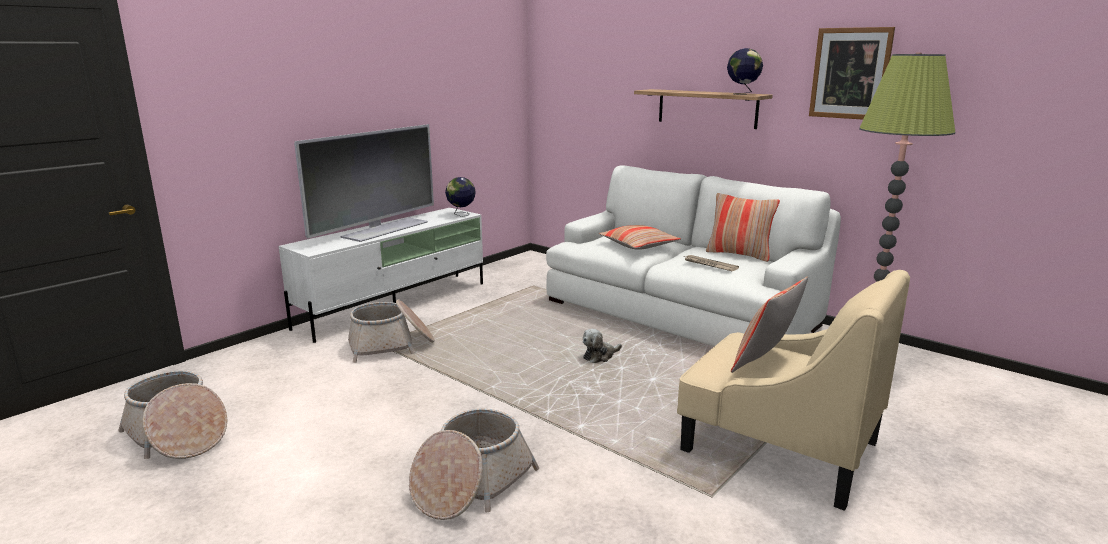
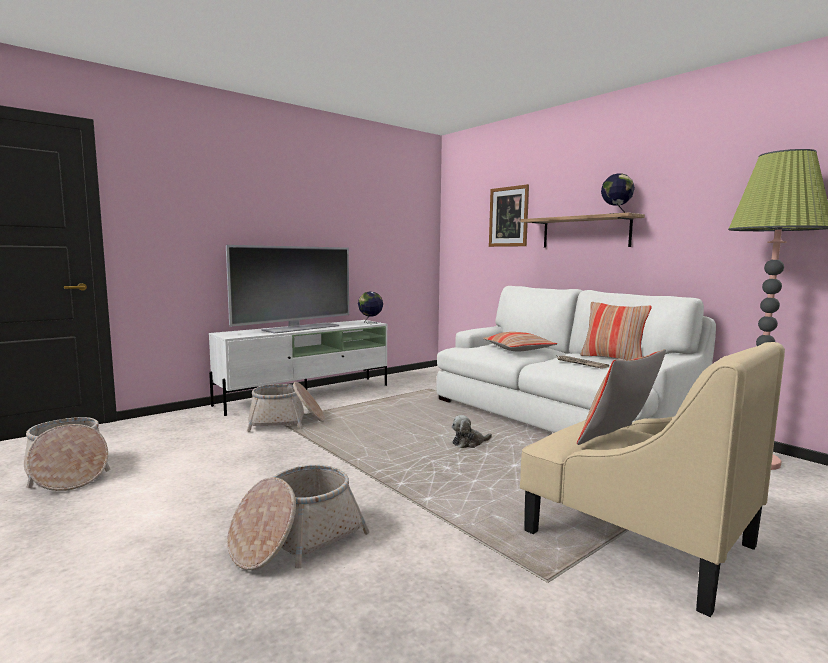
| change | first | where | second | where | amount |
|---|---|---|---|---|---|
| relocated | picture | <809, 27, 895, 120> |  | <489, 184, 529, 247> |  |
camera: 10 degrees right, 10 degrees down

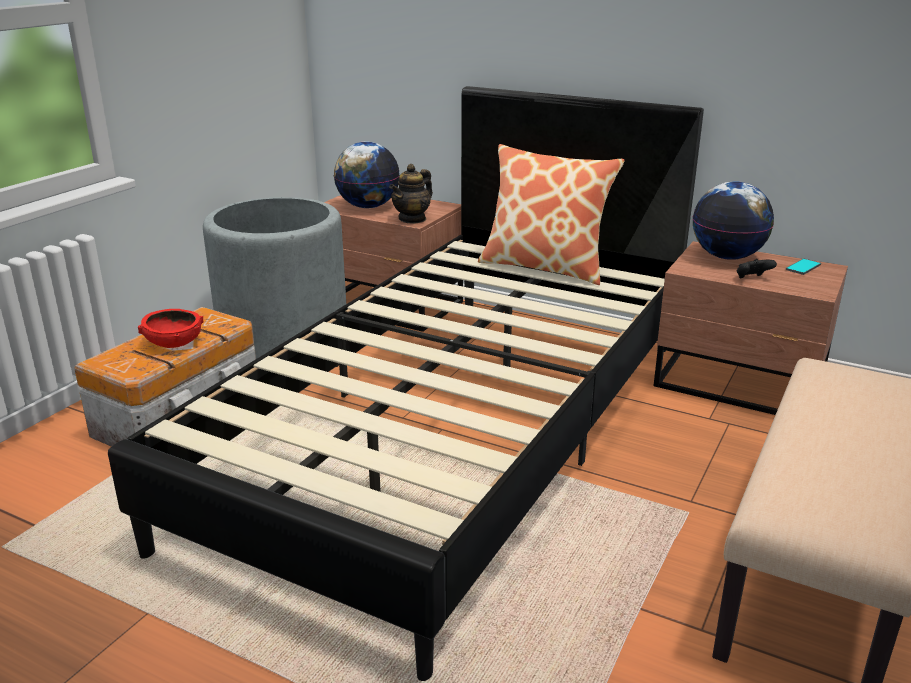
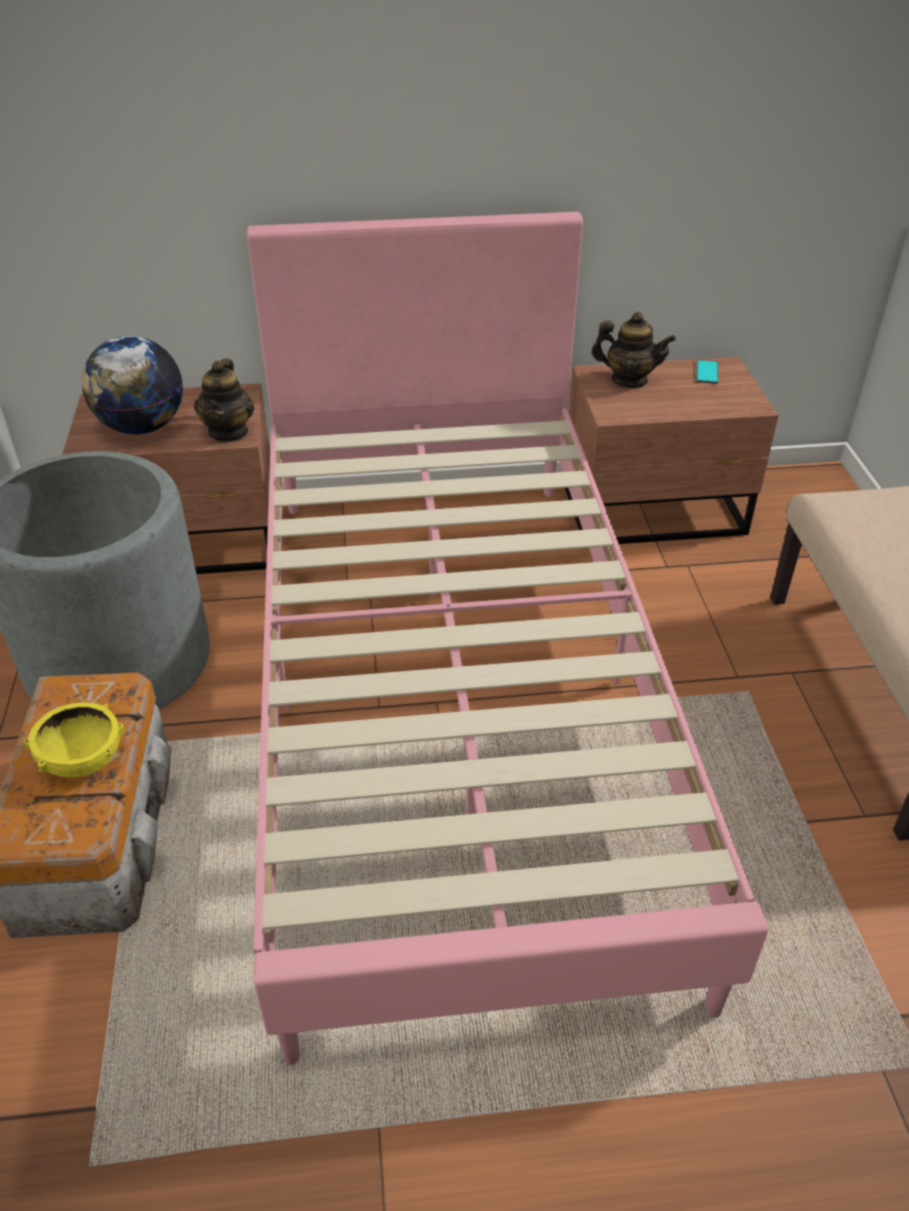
| change | first | where | second | where | amount |
|---|---|---|---|---|---|
| colour | bowl (red-coloured) | <138, 309, 203, 348> | bowl (yellow-coloured) | <24, 702, 125, 777> |  |
| colour | bed (black-coloured) | <108, 86, 704, 681> | bed (pink-coloured) | <247, 212, 768, 1065> |  |
| exchanged | globe | <693, 181, 774, 260> | teapot | <591, 312, 676, 388> |  |
| missing | cushion | <478, 144, 625, 285> |  |  |  |
| missing | joypad (black-coloured) | <737, 259, 777, 278> |  |  |  |
camera: 35 degrees left, 15 degrees up

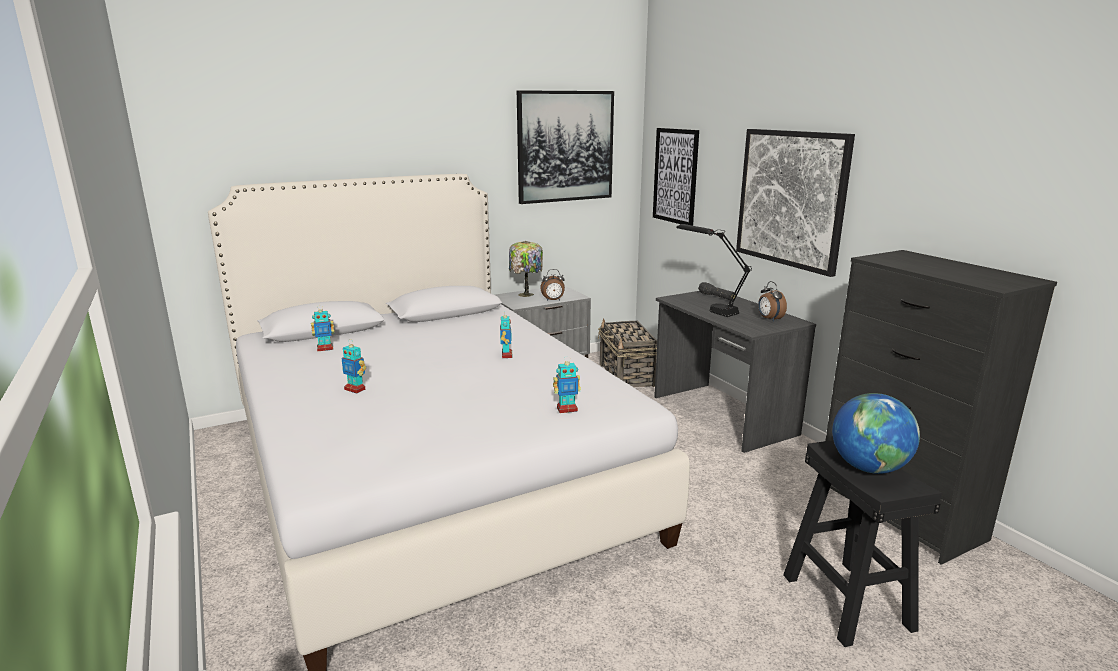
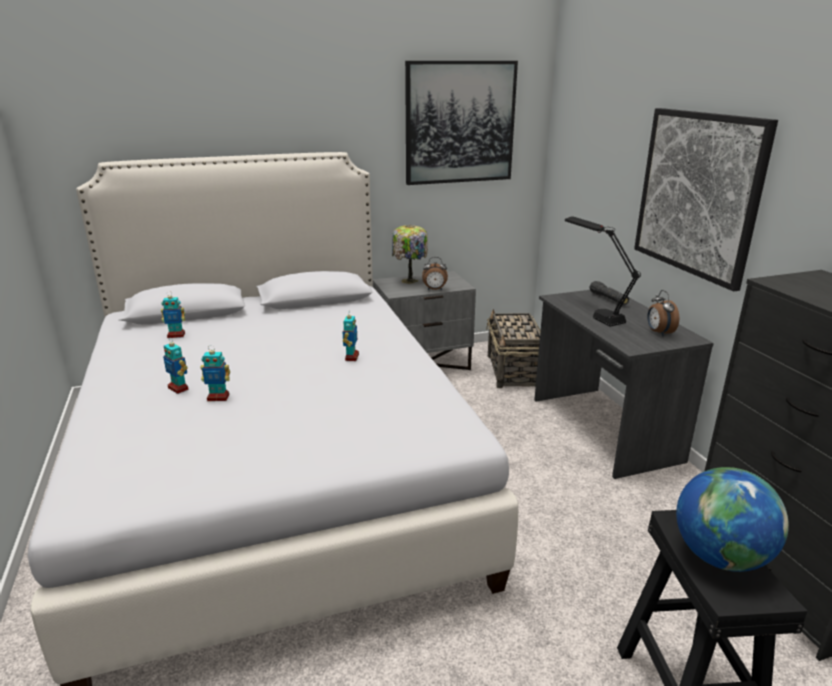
| change | first | where | second | where | amount |
|---|---|---|---|---|---|
| relocated | model robot | <553, 356, 581, 413> |  | <201, 345, 230, 401> |  |
| missing | picture | <653, 128, 699, 226> |  |  |  |
camera: 10 degrees right, 5 degrees up

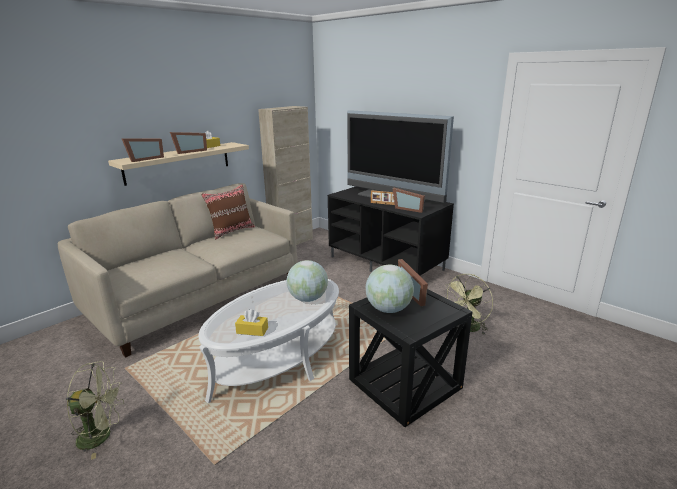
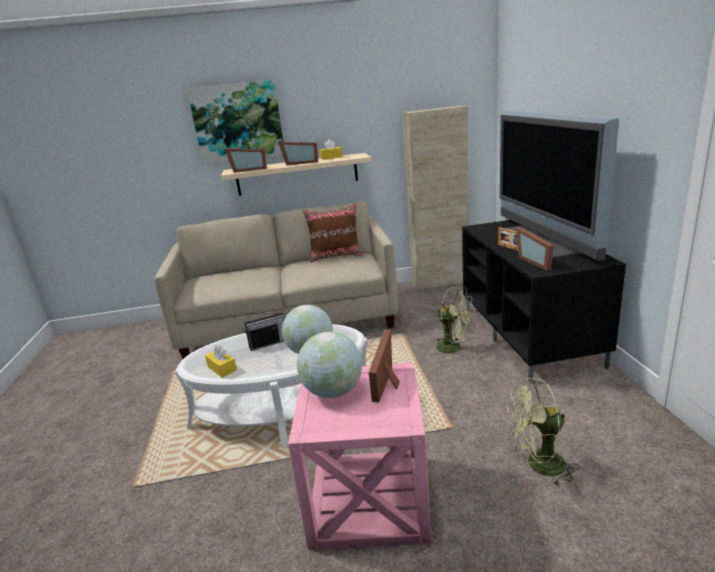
| change | first | where | second | where | amount |
|---|---|---|---|---|---|
| appeared |  |  | picture | <187, 79, 283, 164> |  |
| appeared |  |  | radio receiver | <242, 312, 287, 351> |  |
| colour | accent table (black-coloured) | <349, 289, 472, 427> | accent table (pink-coloured) | <288, 363, 431, 550> |  |
| relocated | electric fan (green) | <66, 361, 124, 460> |  | <433, 287, 476, 359> |  |
camera: 40 degrees right, 0 degrees up

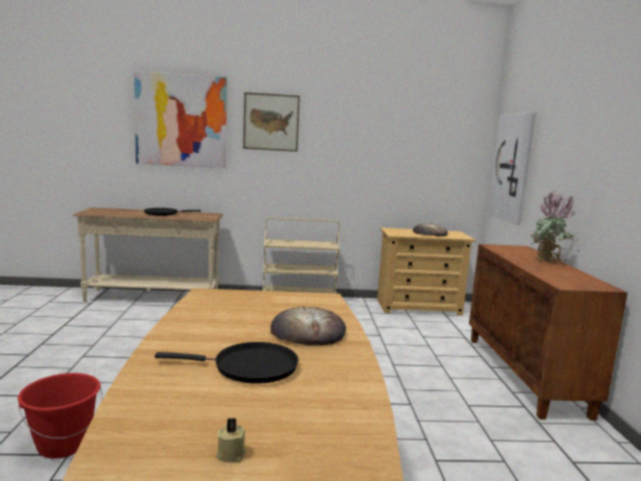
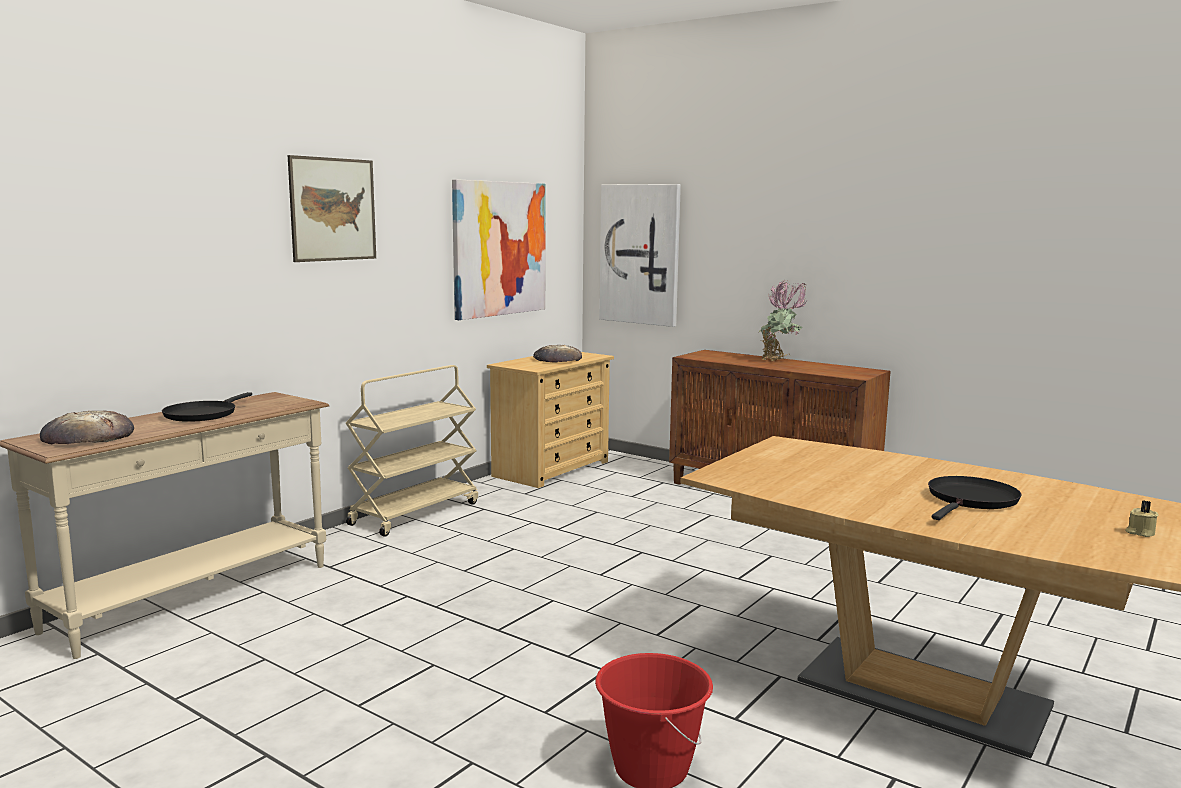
| change | first | where | second | where | amount |
|---|---|---|---|---|---|
| relocated | bakery bread | <270, 306, 346, 346> |  | <40, 411, 134, 444> |  |
| relocated | picture | <134, 71, 227, 168> |  | <452, 179, 546, 320> |  |
camera: 50 degrees left, 0 degrees up

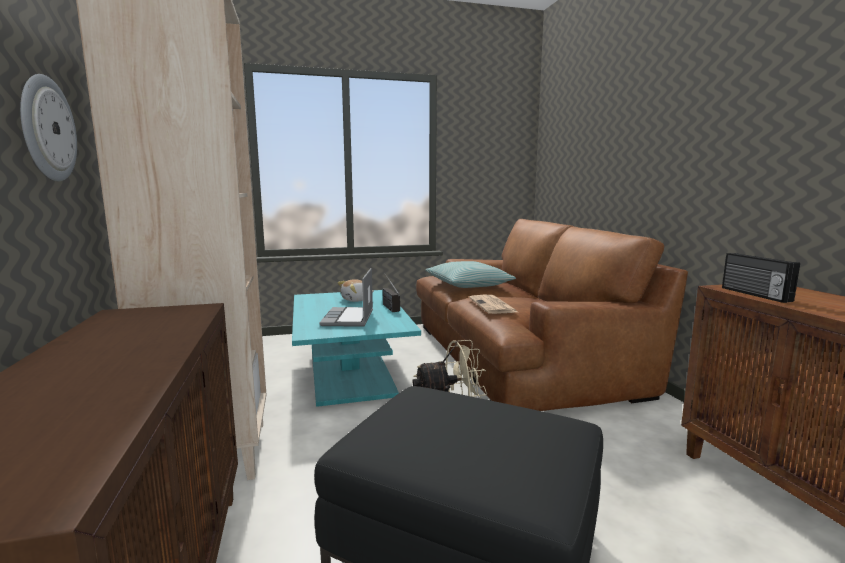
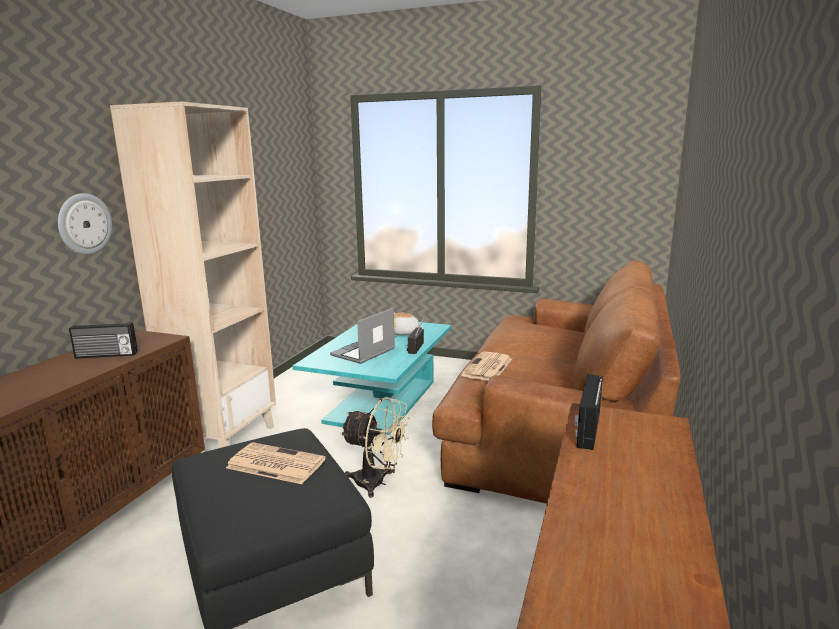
| change | first | where | second | where | amount |
|---|---|---|---|---|---|
| appeared |  |  | radio receiver | <69, 322, 138, 359> |  |
| appeared |  |  | daily paper | <226, 442, 326, 484> |  |
| missing | cushion | <425, 261, 516, 288> |  |  |  |
camera: 35 degrees right, 5 degrees up

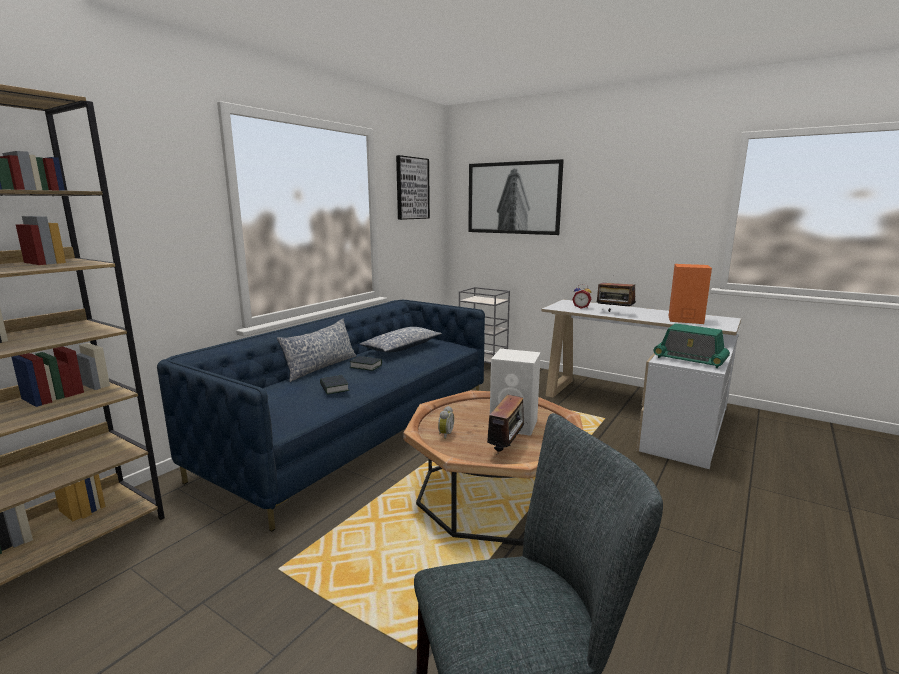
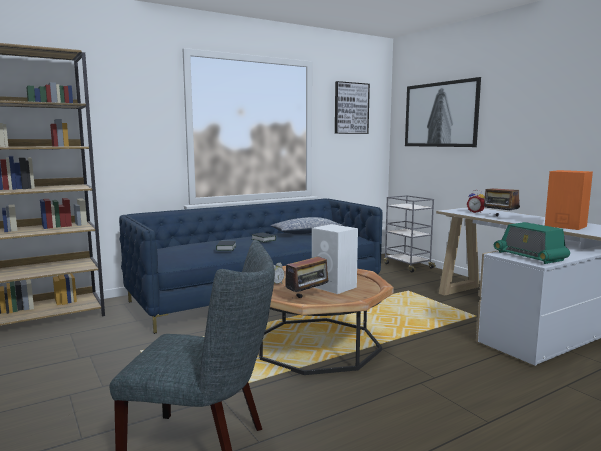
| change | first | where | second | where | amount |
|---|---|---|---|---|---|
| missing | cushion | <277, 318, 357, 382> |  |  |  |
camera: 25 degrees right, 5 degrees down

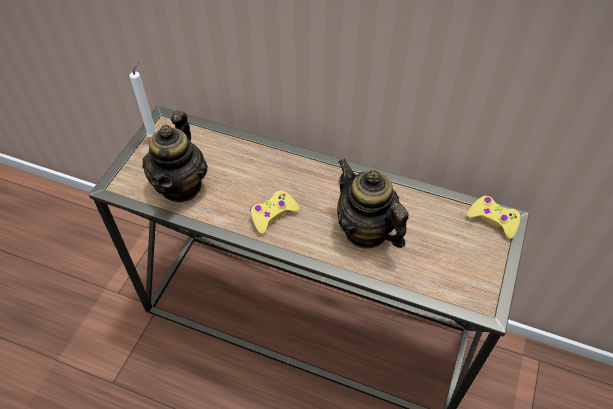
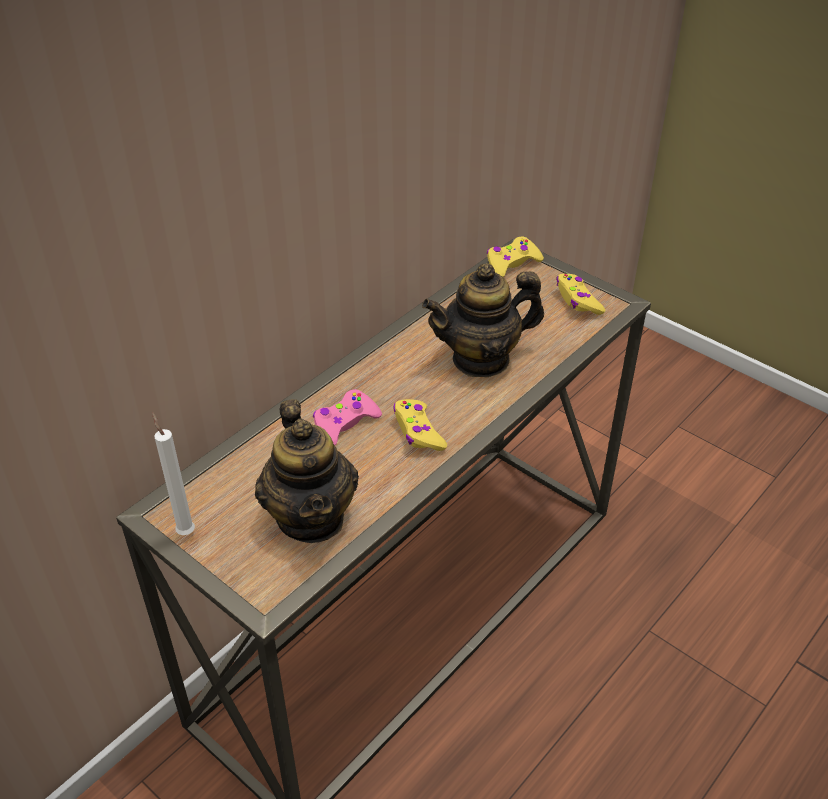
| change | first | where | second | where | amount |
|---|---|---|---|---|---|
| spun | teapot | <142, 111, 208, 202> |  | <255, 399, 359, 543> | 45 degrees clockwise |
| appeared |  |  | joypad (pink-coloured) | <313, 389, 382, 445> |  |
| appeared |  |  | joypad (yellow-coloured) | <556, 274, 605, 315> |  |
camera: 70 degrees left, 10 degrees down

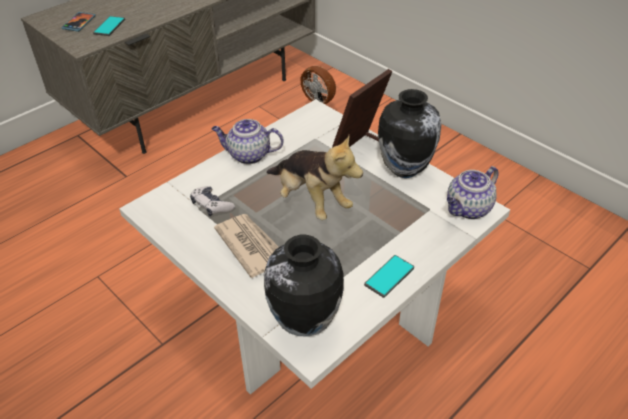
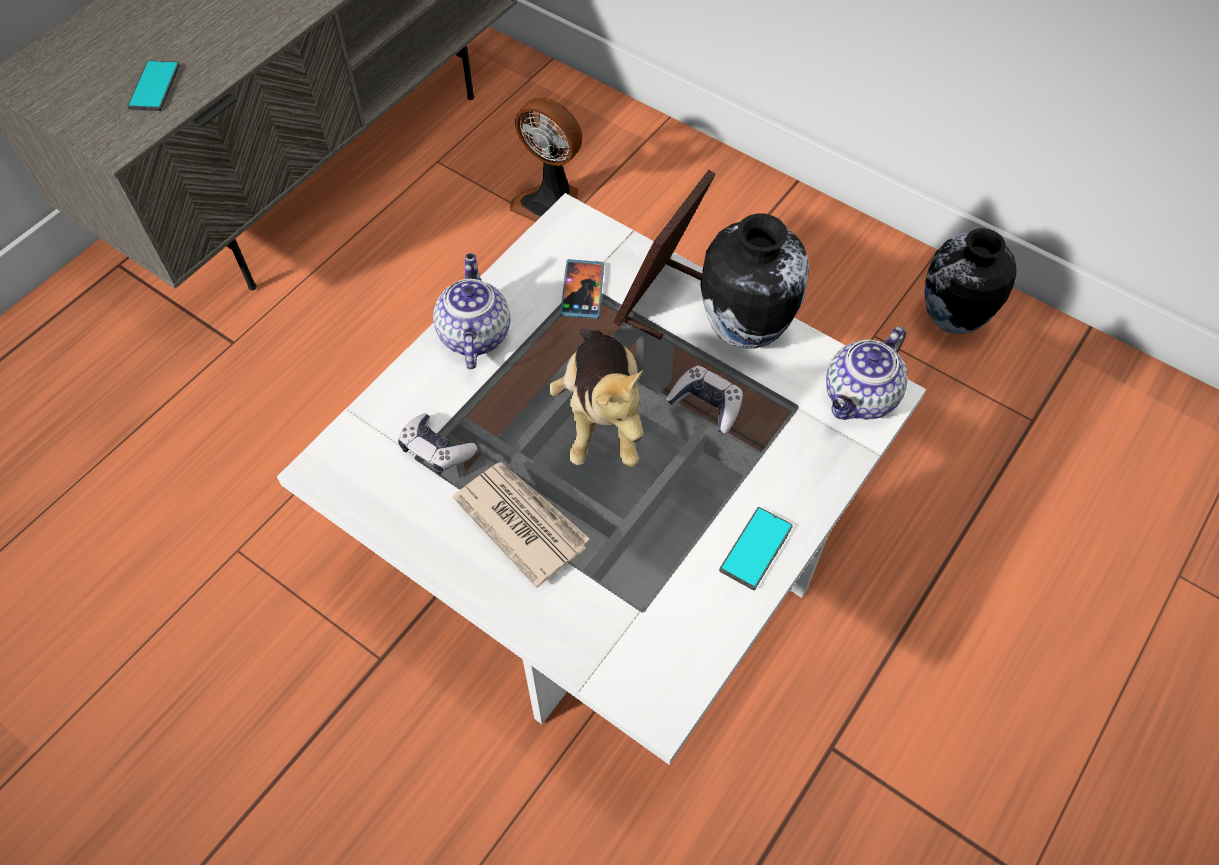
| change | first | where | second | where | amount |
|---|---|---|---|---|---|
| spun | teapot | <211, 119, 284, 164> |  | <433, 253, 511, 369> | 90 degrees clockwise |
| spun | soft toy | <266, 135, 363, 220> |  | <549, 329, 643, 467> | 45 degrees clockwise |
| relocated | phone | <61, 12, 96, 32> |  | <560, 259, 604, 319> |  |
| appeared |  |  | joypad | <666, 365, 743, 433> |  |
| relocated | vase | <264, 235, 344, 336> |  | <924, 228, 1017, 334> |  |
camera: 10 degrees left, 15 degrees up

